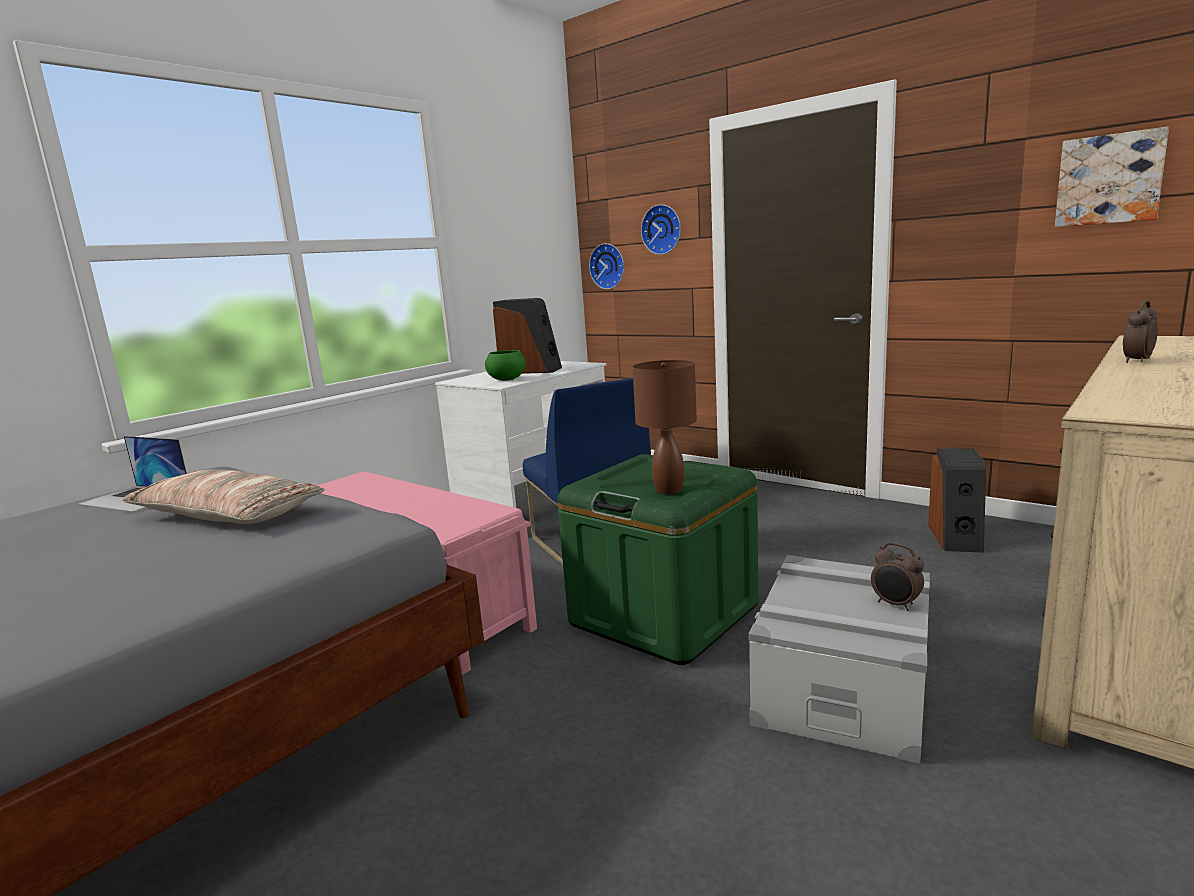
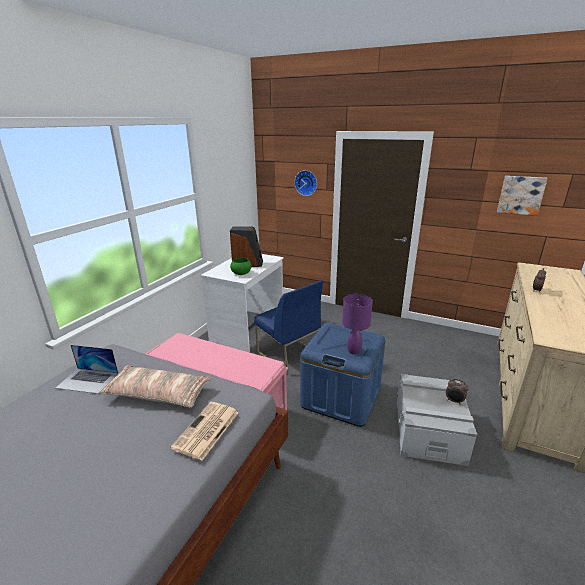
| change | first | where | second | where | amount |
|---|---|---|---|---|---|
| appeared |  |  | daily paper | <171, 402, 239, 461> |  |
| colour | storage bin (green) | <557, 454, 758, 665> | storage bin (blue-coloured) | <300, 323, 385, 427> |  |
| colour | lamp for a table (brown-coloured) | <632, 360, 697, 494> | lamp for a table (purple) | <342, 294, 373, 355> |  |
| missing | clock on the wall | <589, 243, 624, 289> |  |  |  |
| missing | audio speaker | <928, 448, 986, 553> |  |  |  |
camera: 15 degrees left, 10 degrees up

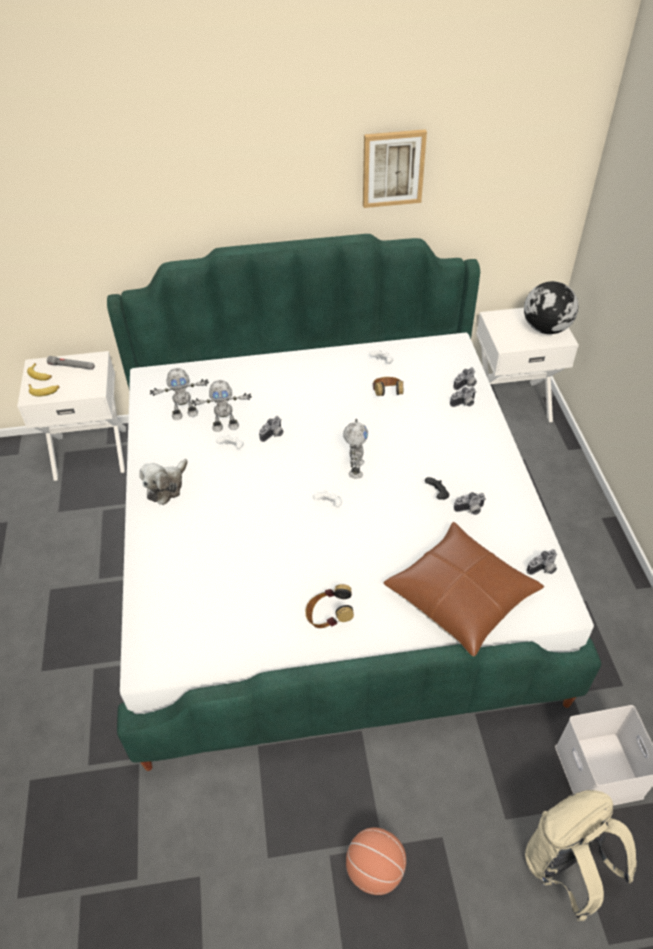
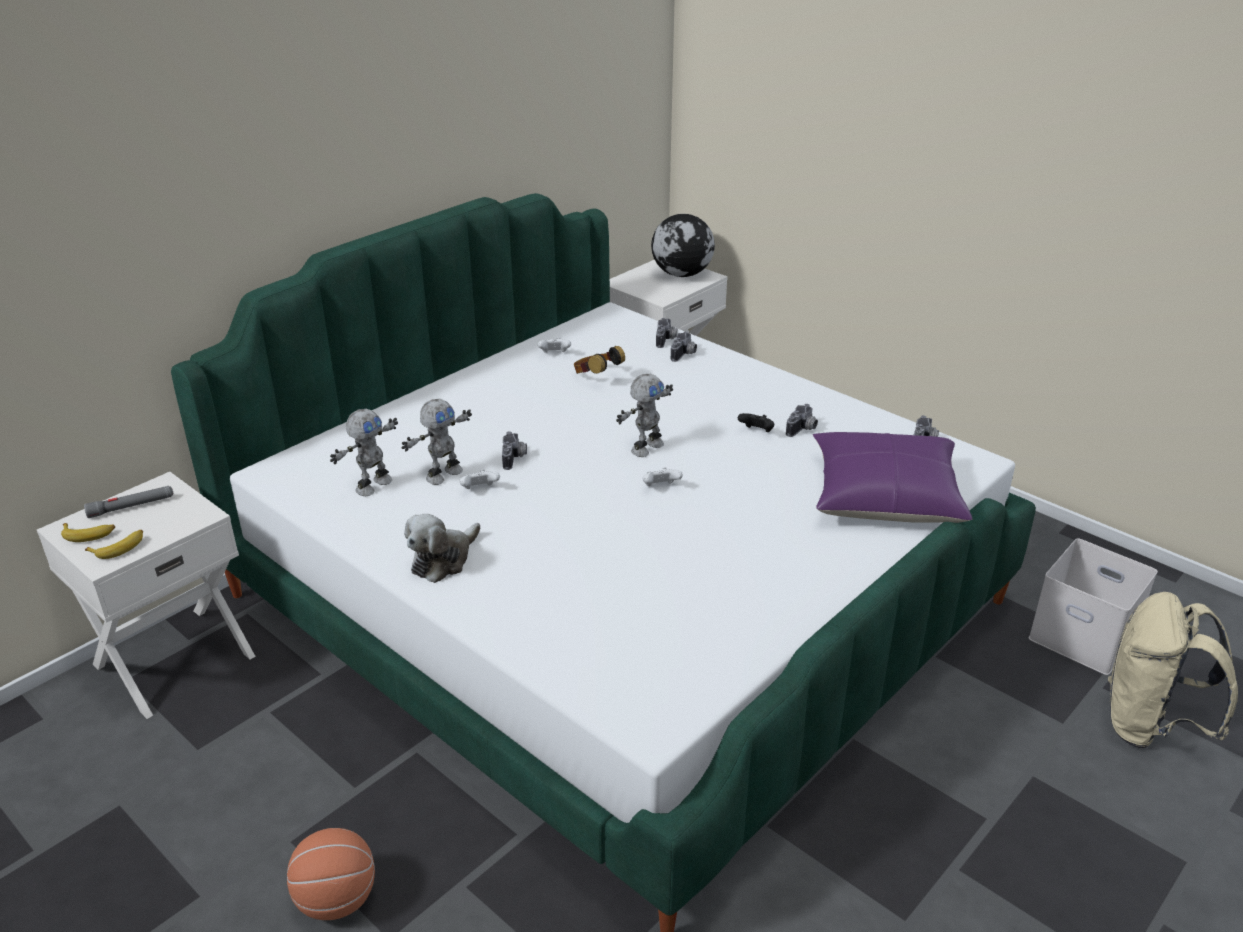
| change | first | where | second | where | amount |
|---|---|---|---|---|---|
| relocated | basketball ball | <346, 827, 406, 895> |  | <287, 828, 375, 920> |  |
| spun | soft toy | <139, 458, 188, 505> |  | <404, 514, 480, 583> | 45 degrees clockwise |
| spun | model robot | <343, 419, 368, 479> |  | <616, 374, 673, 457> | 75 degrees clockwise |
| colour | cushion (brown-coloured) | <383, 522, 544, 656> | cushion (purple) | <813, 432, 972, 523> |  |
| missing | pair of headphones | <305, 584, 354, 628> |  |  |  |
| missing | picture | <363, 129, 427, 208> |  |  |  |
camera: 40 degrees left, 15 degrees down

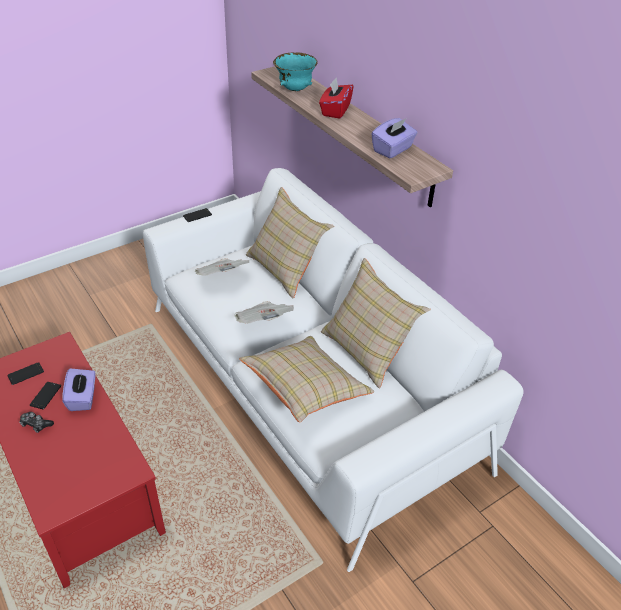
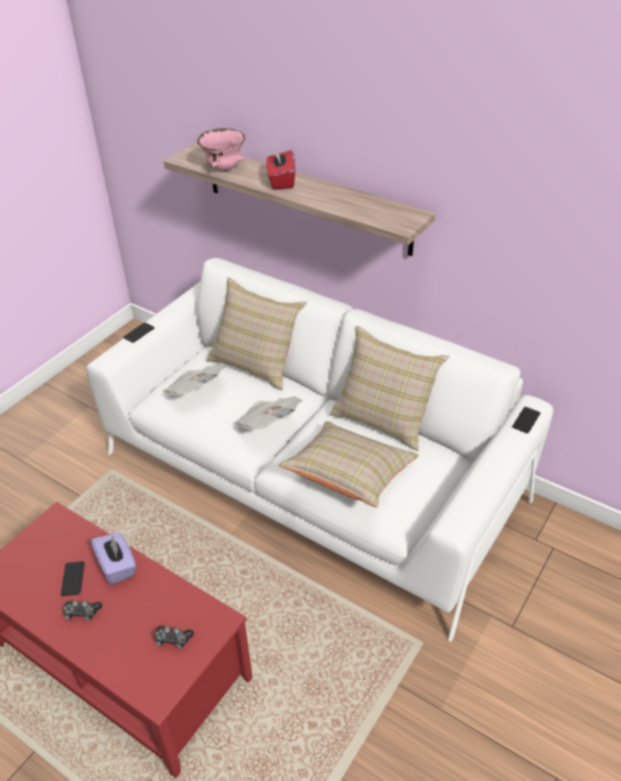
| change | first | where | second | where | amount |
|---|---|---|---|---|---|
| appeared |  |  | joypad | <154, 626, 194, 649> |  |
| colour | bowl (turquoise) | <273, 52, 318, 91> | bowl (pink-coloured) | <197, 128, 245, 171> |  |
| relocated | phone | <8, 362, 44, 385> |  | <512, 407, 540, 433> |  |
| missing | tissue box (purple) | <371, 118, 418, 159> |  |  |  |
camera: 20 degrees left, 0 degrees up

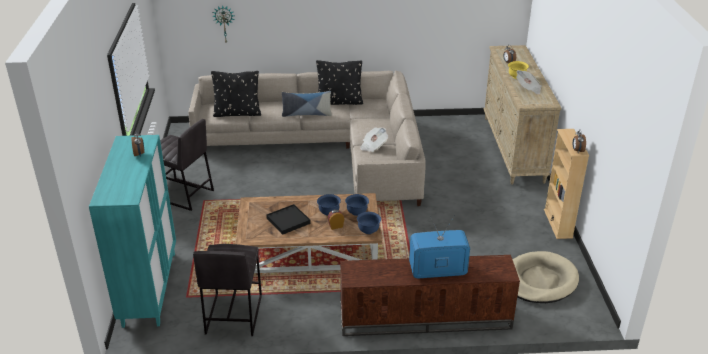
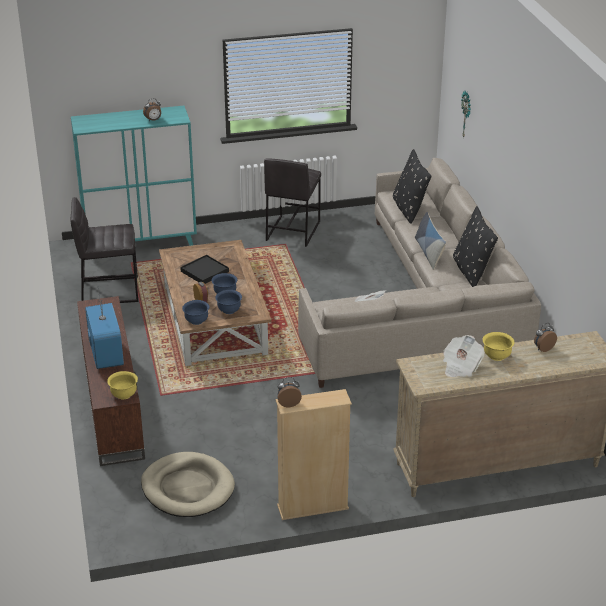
| change | first | where | second | where | amount |
|---|---|---|---|---|---|
| appeared |  |  | bowl (yellow-coloured) | <107, 371, 138, 399> |  |
camera: 80 degrees right, 0 degrees up

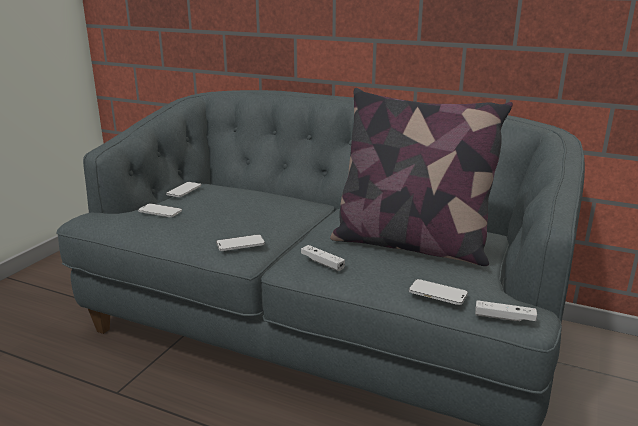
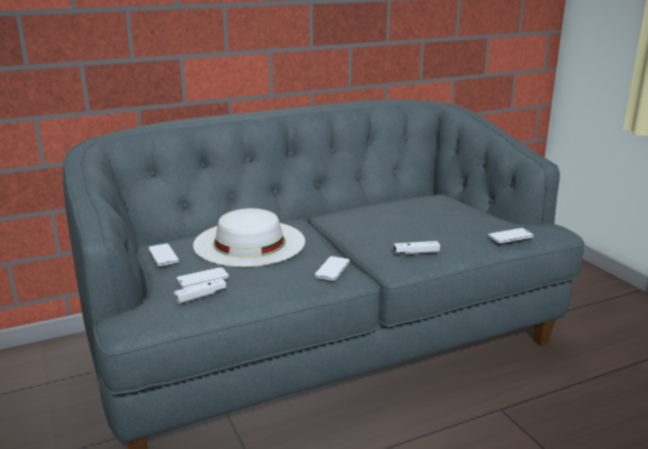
| change | first | where | second | where | amount |
|---|---|---|---|---|---|
| relocated | joypad (white-coloured) | <475, 300, 537, 322> |  | <174, 278, 226, 304> |  |
| appeared |  |  | wearable hat (white-coloured) | <193, 208, 305, 267> |  |
| missing | cushion | <330, 88, 513, 266> |  |  |  |
camera: 50 degrees left, 0 degrees up

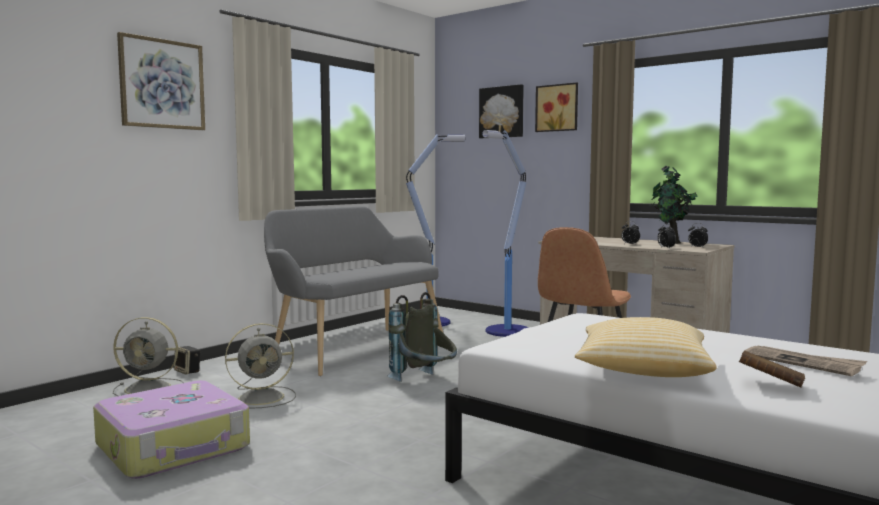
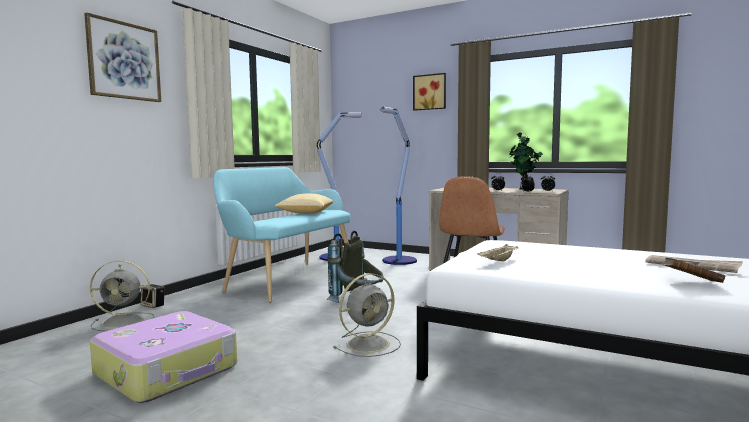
| change | first | where | second | where | amount |
|---|---|---|---|---|---|
| colour | long seat (grey) | <264, 206, 443, 376> | long seat (turquoise) | <213, 167, 351, 303> |  |
| relocated | cushion | <575, 317, 717, 377> |  | <275, 193, 333, 214> |  |
| relocated | electric fan (grey) | <225, 323, 296, 408> |  | <334, 273, 401, 357> |  |
| appeared |  |  | tray (beige) | <477, 244, 519, 262> |  |
| missing | picture | <479, 84, 524, 138> |  |  |  |
camera: 10 degrees left, 0 degrees up

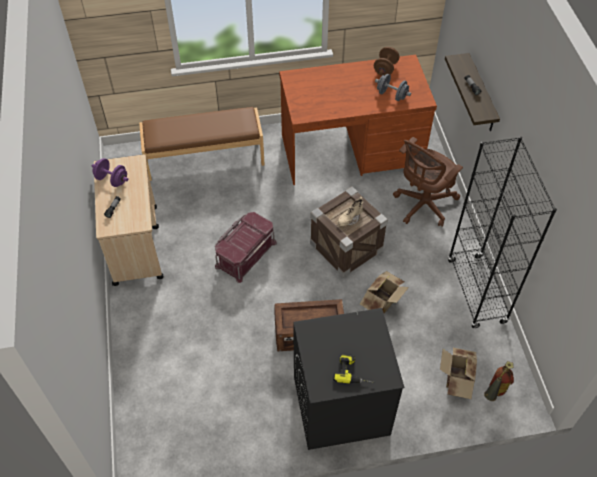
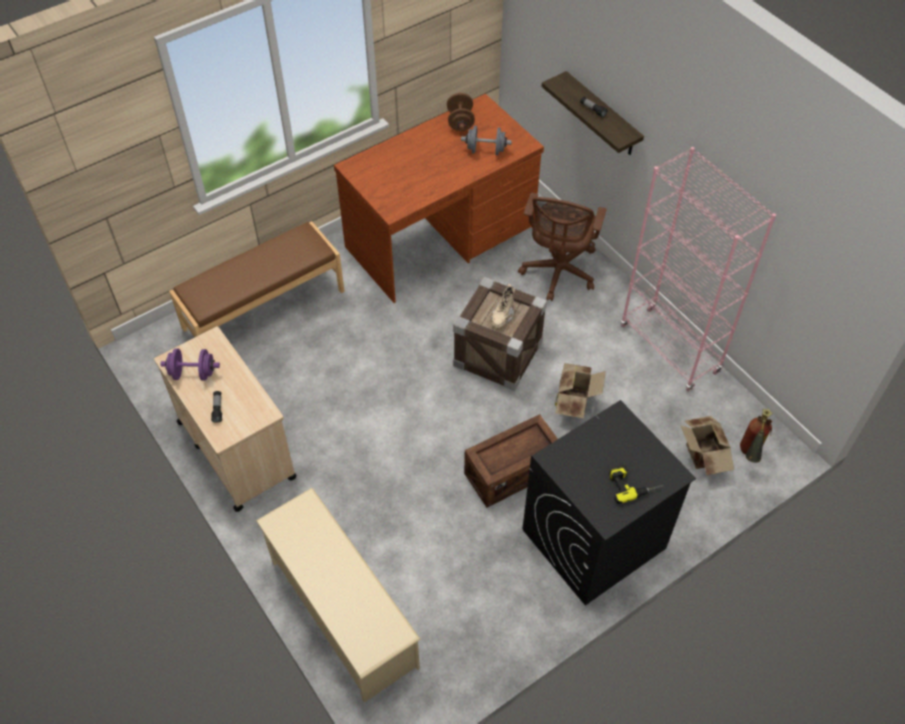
| change | first | where | second | where | amount |
|---|---|---|---|---|---|
| appeared |  |  | shoe shelf (beige) | <256, 488, 420, 703> |  |
| colour | bookshelf (black-coloured) | <448, 137, 557, 329> | bookshelf (pink-coloured) | <621, 147, 776, 392> |  |
| missing | storage bin (red-coloured) | <215, 212, 277, 283> |  |  |  |
camera: 25 degrees left, 0 degrees up

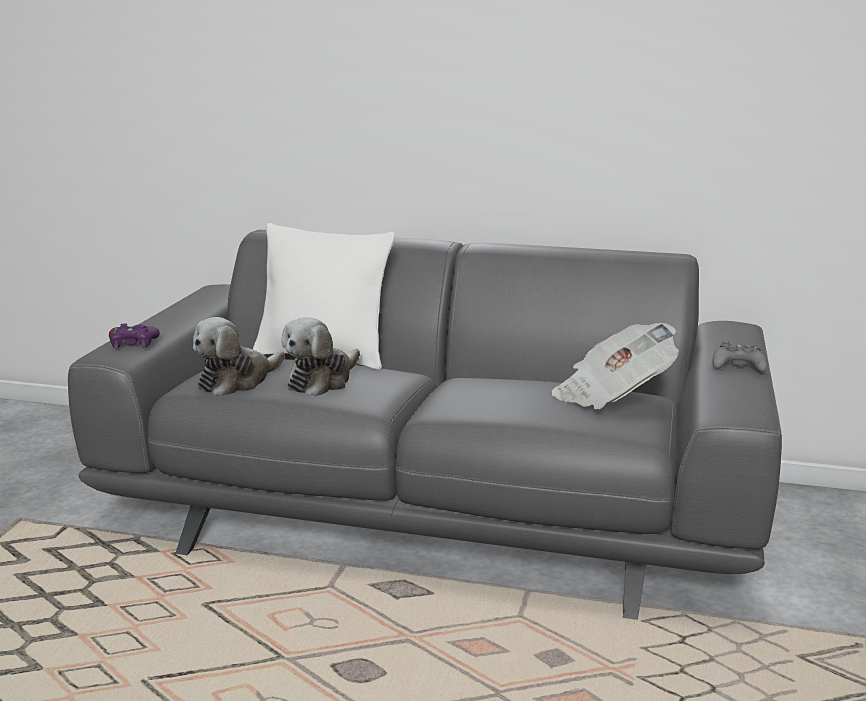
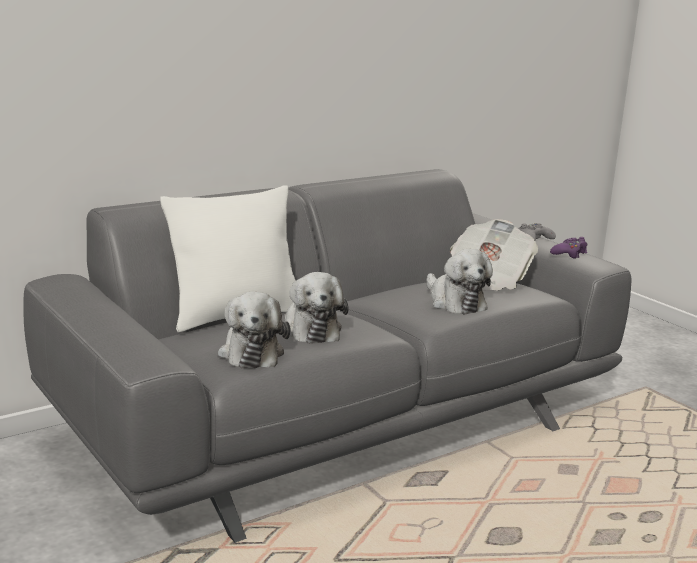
| change | first | where | second | where | amount |
|---|---|---|---|---|---|
| appeared |  |  | soft toy | <427, 249, 493, 314> |  |
| relocated | joypad (purple) | <109, 323, 160, 348> |  | <550, 237, 587, 259> |  |
camera: 50 degrees left, 0 degrees up

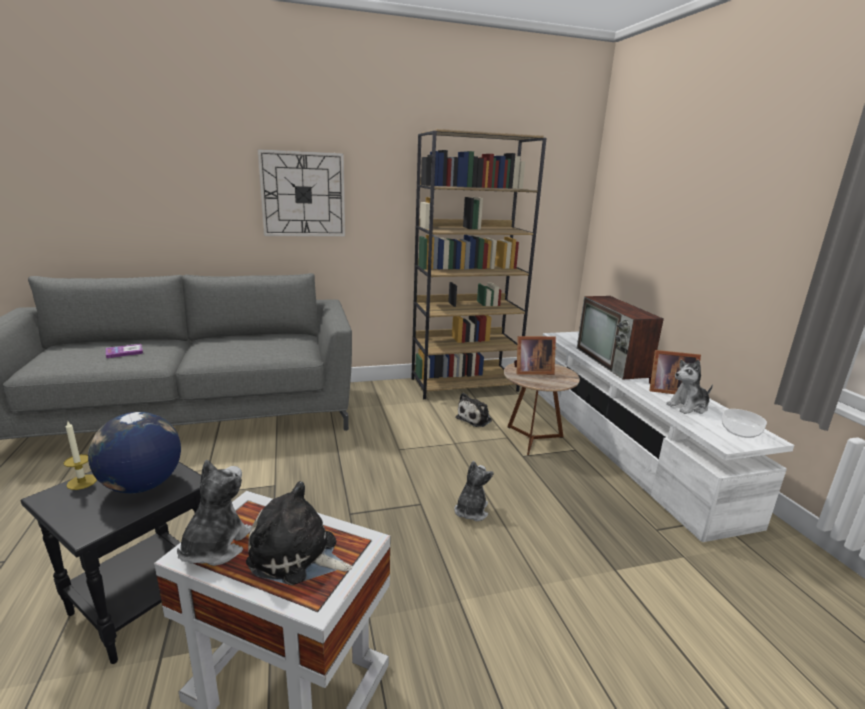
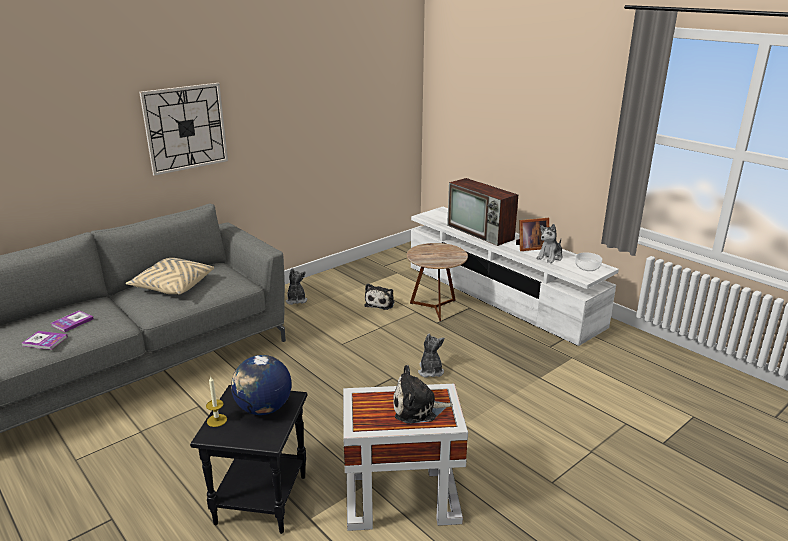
| change | first | where | second | where | amount |
|---|---|---|---|---|---|
| appeared |  |  | book | <22, 331, 68, 350> |  |
| appeared |  |  | cushion (beige) | <126, 258, 214, 295> |  |
| relocated | soft toy | <177, 459, 252, 566> |  | <286, 268, 307, 305> |  |
| missing | bookshelf (brown-coloured) | <411, 129, 547, 399> |  |  |  |
| missing | photo frame | <514, 336, 556, 375> |  |  |  |
camera: 25 degrees left, 5 degrees up

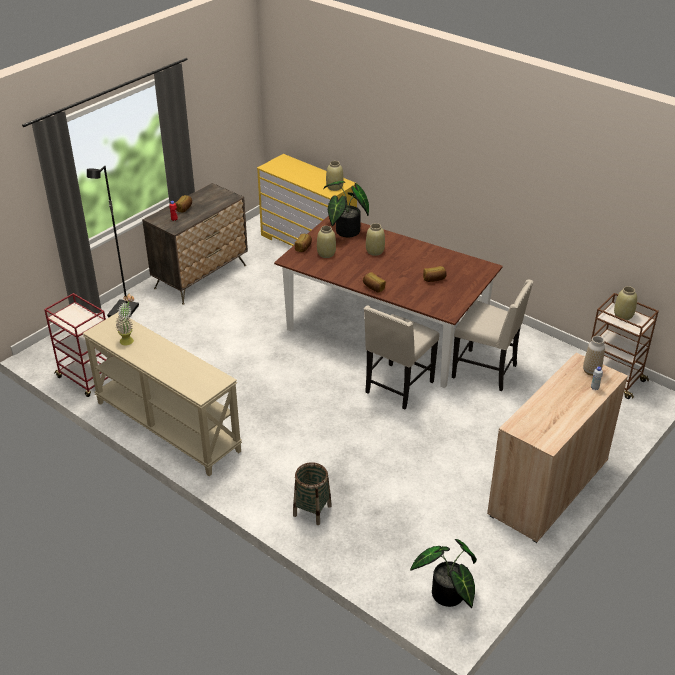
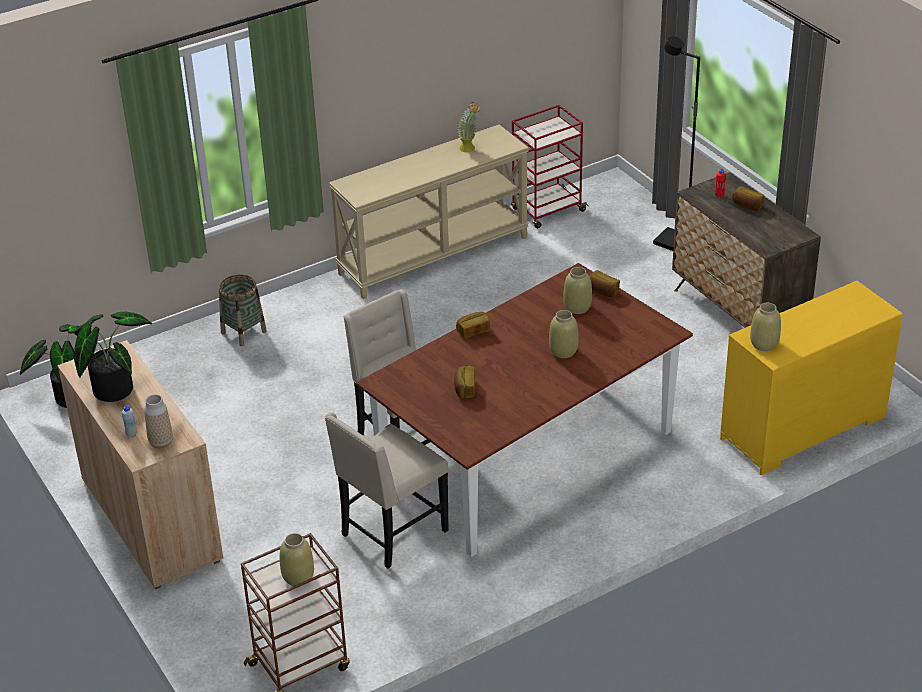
| change | first | where | second | where | amount |
|---|---|---|---|---|---|
| relocated | potted plant | <323, 181, 369, 237> |  | <74, 312, 152, 402> |  |
camera: 110 degrees right, 0 degrees up

